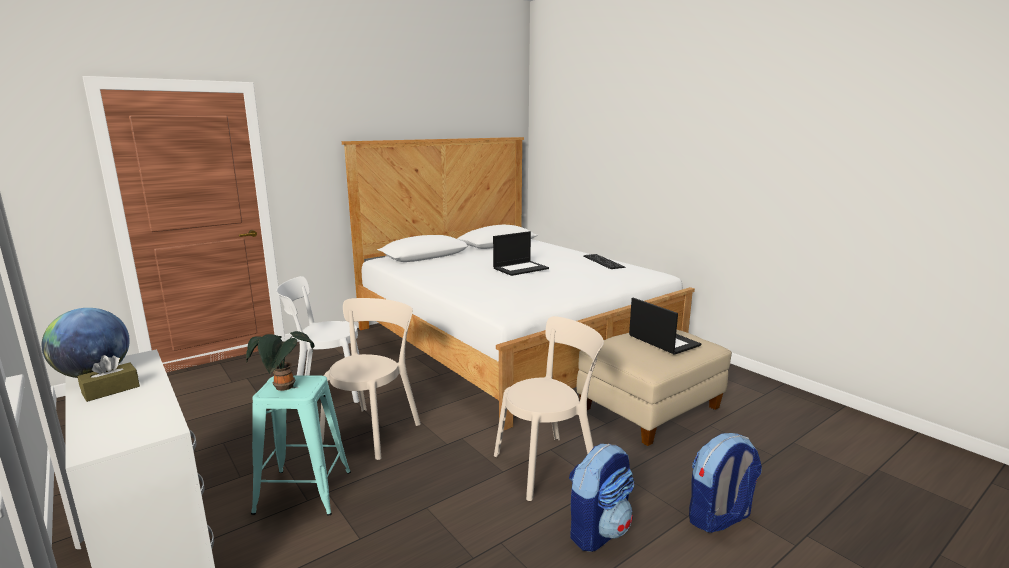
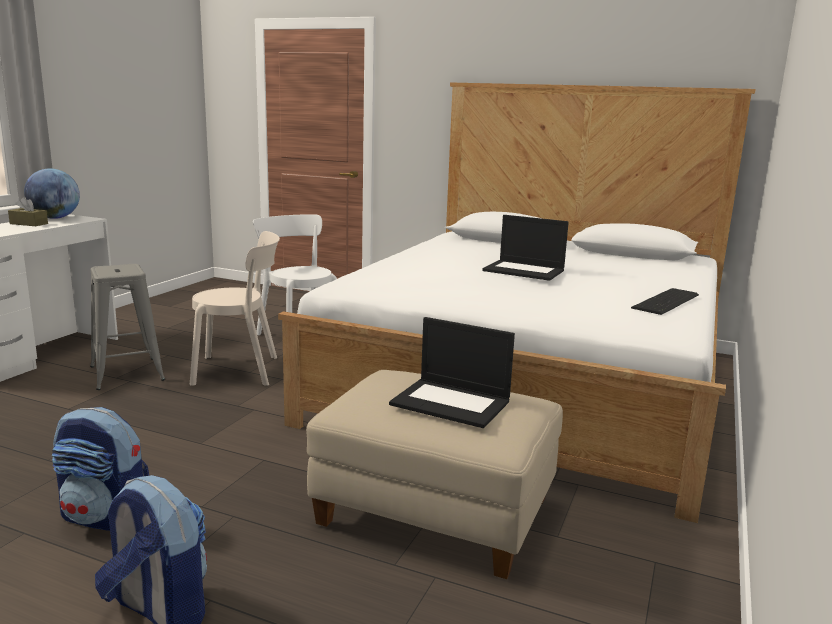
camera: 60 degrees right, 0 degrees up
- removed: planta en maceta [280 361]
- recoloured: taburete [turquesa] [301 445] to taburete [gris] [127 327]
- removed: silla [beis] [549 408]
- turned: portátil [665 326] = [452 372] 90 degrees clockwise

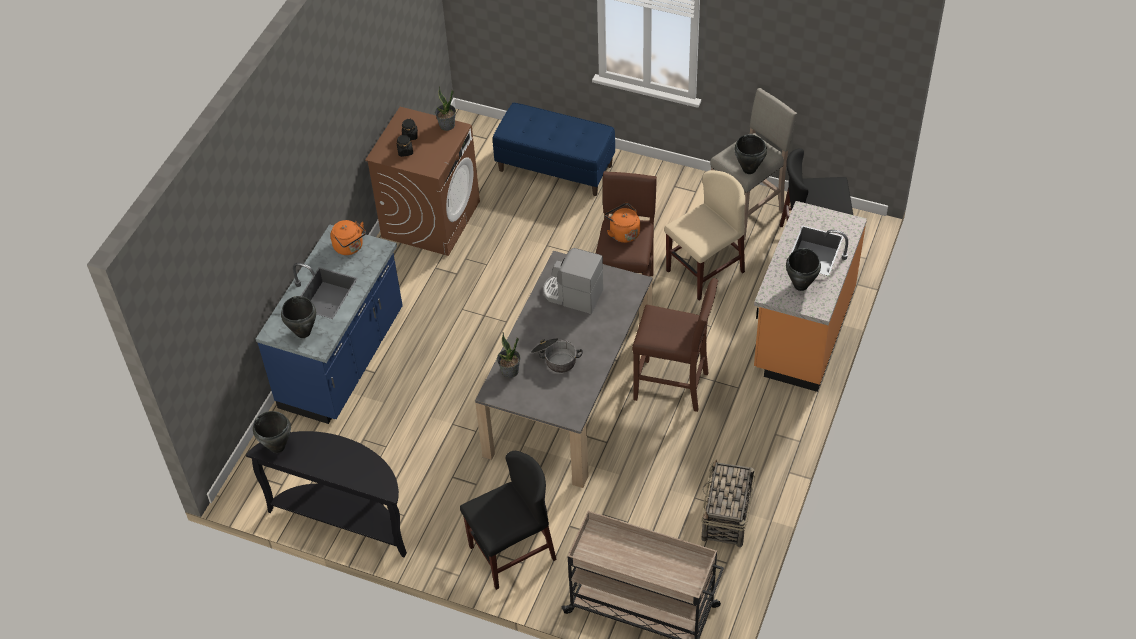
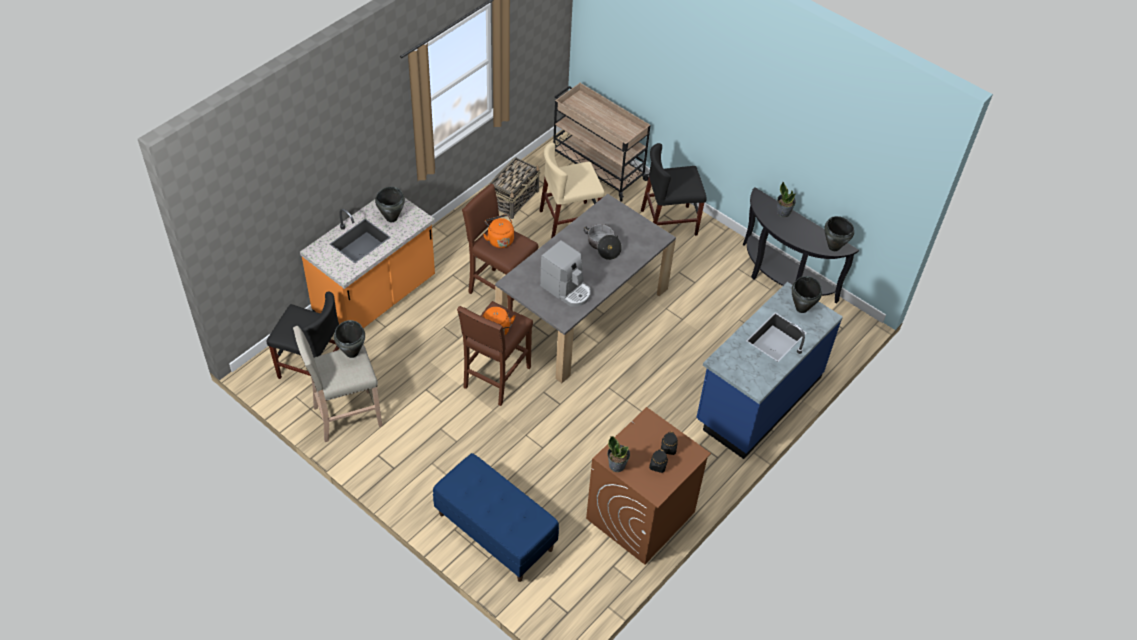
camera: 165 degrees left, 0 degrees up
- moved: hervidor [naranja] [348 237] to [498 231]
- moved: planta en maceta [509 355] to [786 199]
- moved: silla [beis] [704 235] to [572 190]

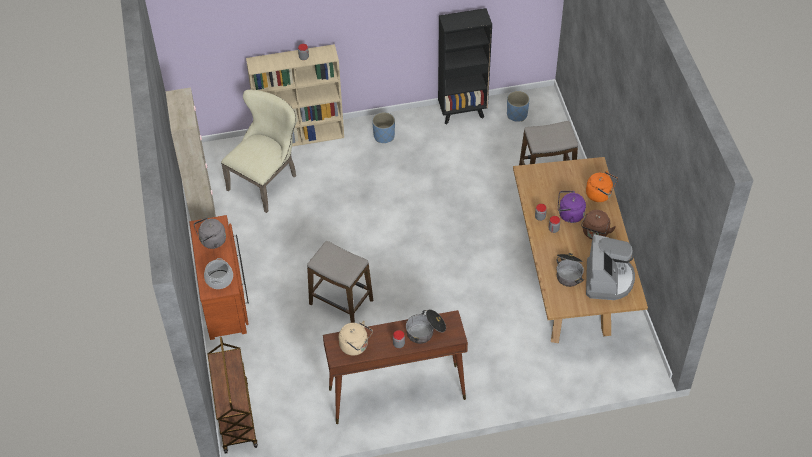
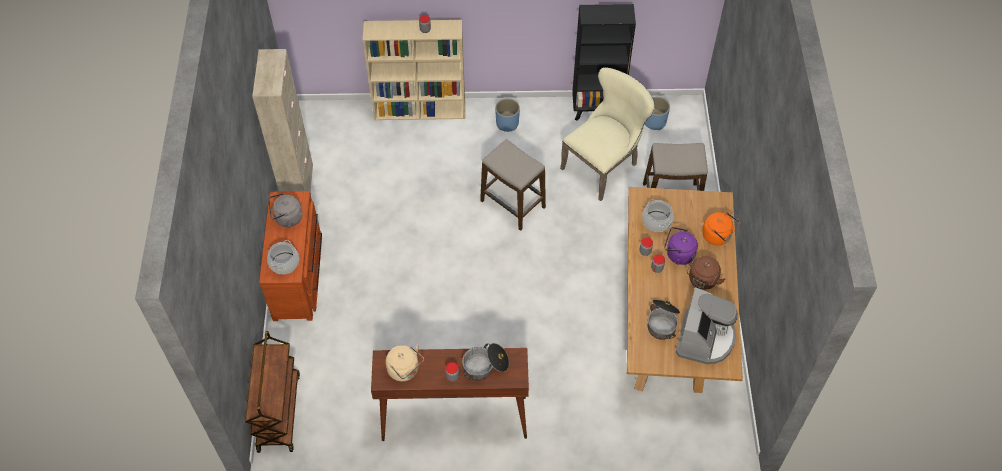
camera: 10 degrees right, 5 degrees up
- moved: silla [beis] [259 151] to [607 134]
- moved: taburete [340 282] to [513 185]
- added: olla [658 215]

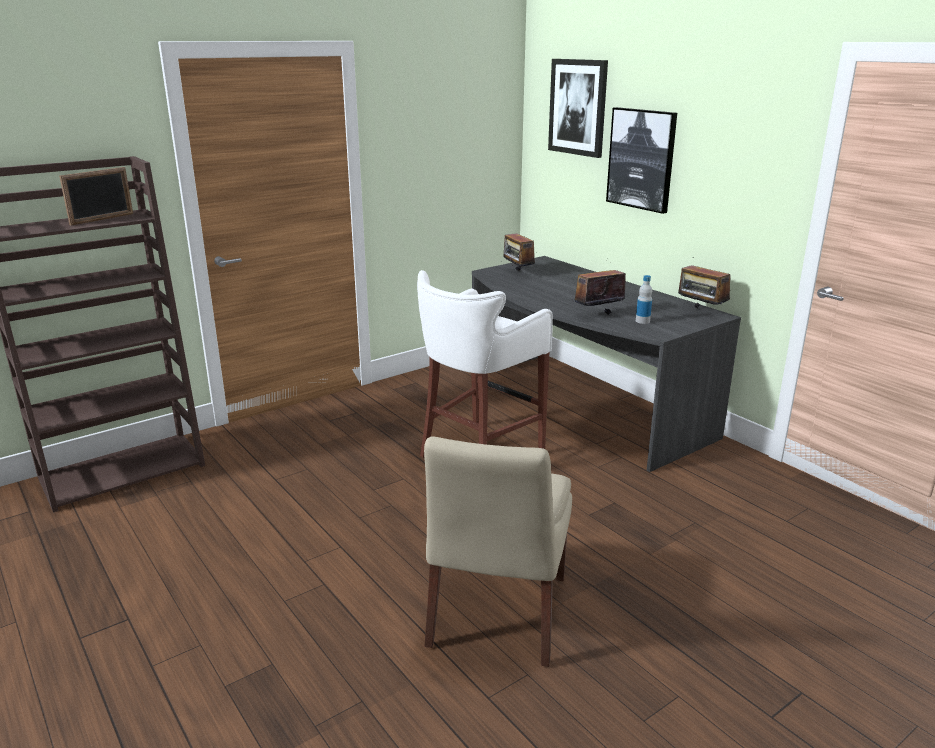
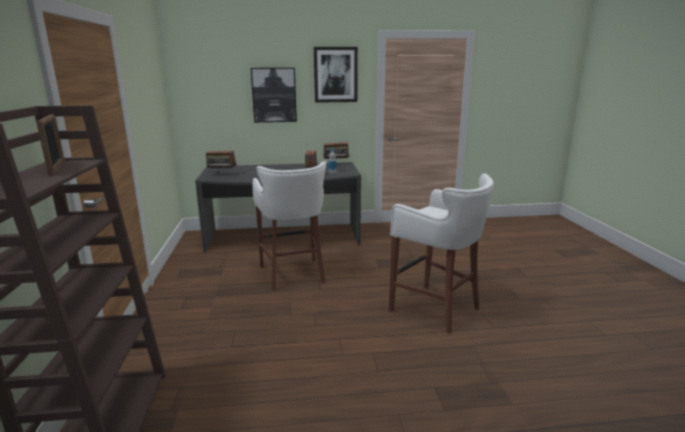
camera: 60 degrees left, 5 degrees down
- replaced: silla [beis] [498 551] to taburete [blanco] [441 253]
- moved: cuadro [578 108] to [336 75]

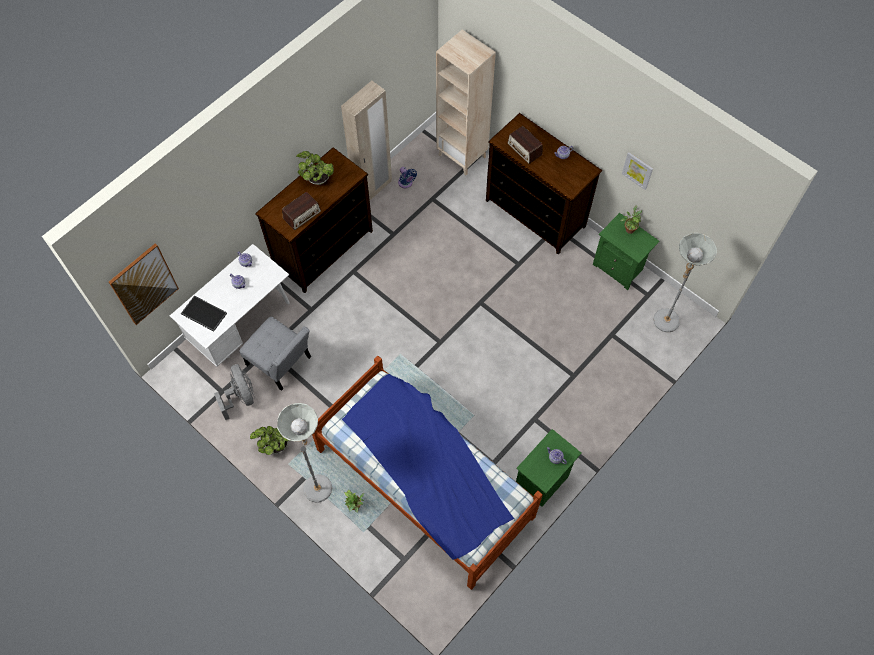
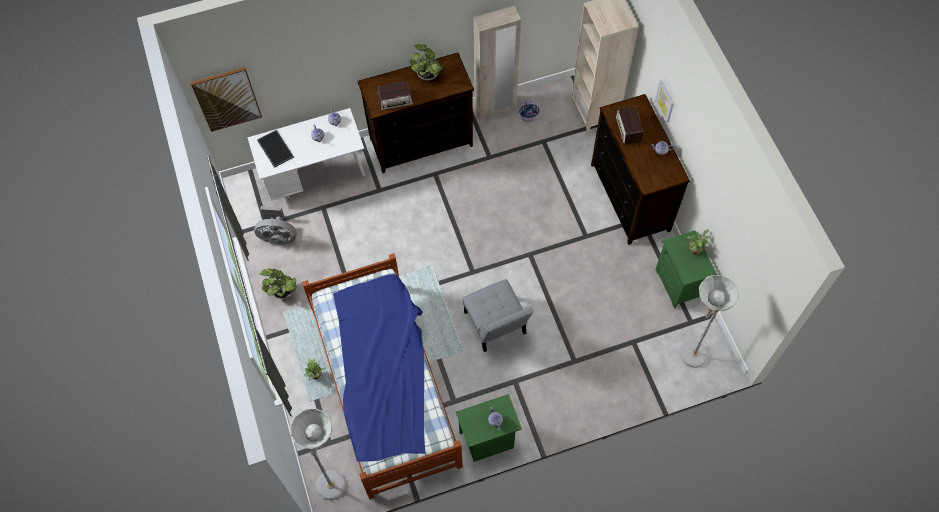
camera: 30 degrees right, 0 degrees up
- turned: ventilador [gris] [234 392] = [275 225] 90 degrees clockwise
- moved: silla [gris] [275 354] to [498 315]
- moved: lámpara de pie [gris] [304 453] to [318 454]
- moved: cuadro [637 171] to [664 102]

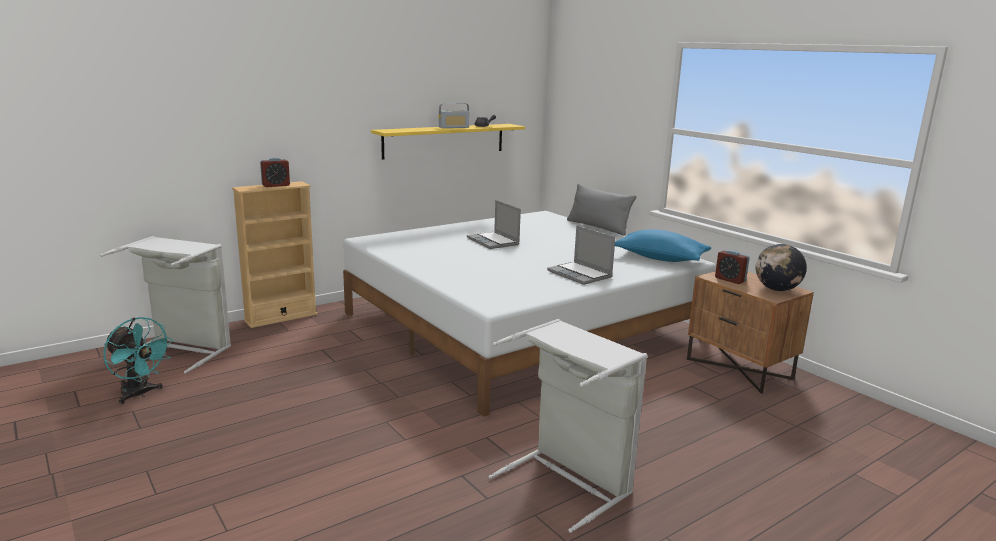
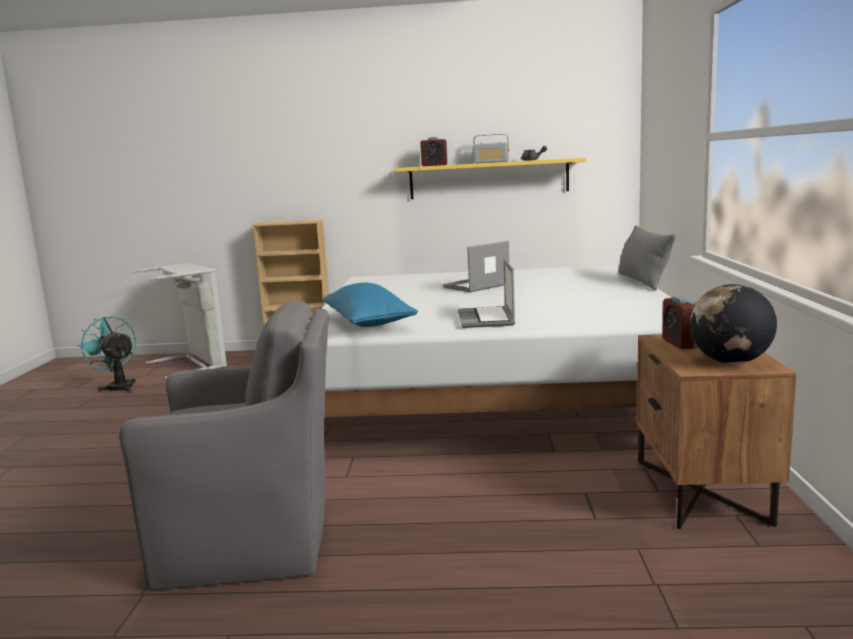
camera: 40 degrees right, 5 degrees down
- turned: ventilador [turquesa] [138 360] = [107 354] 150 degrees clockwise
- moved: despertador [275 172] to [434 151]
- turned: portátil [494 224] = [476 266] 45 degrees clockwise
- replaced: cesto de la ropa [gris] [568 426] to sillón [gris] [223 445]
- moved: cojín [azul] [663 245] to [370 305]

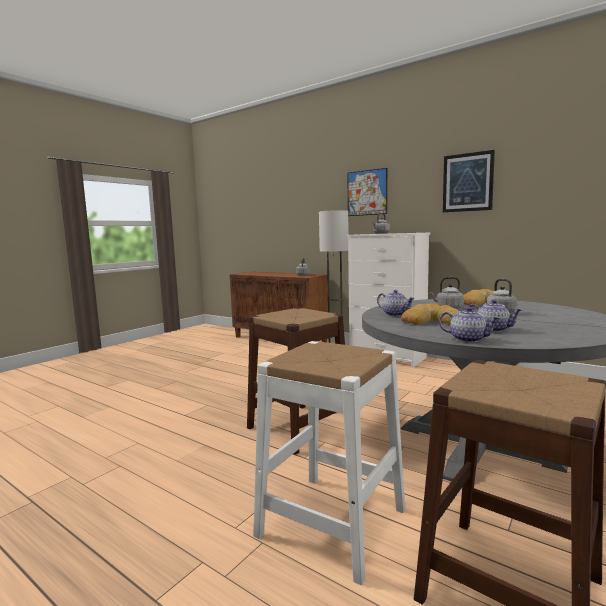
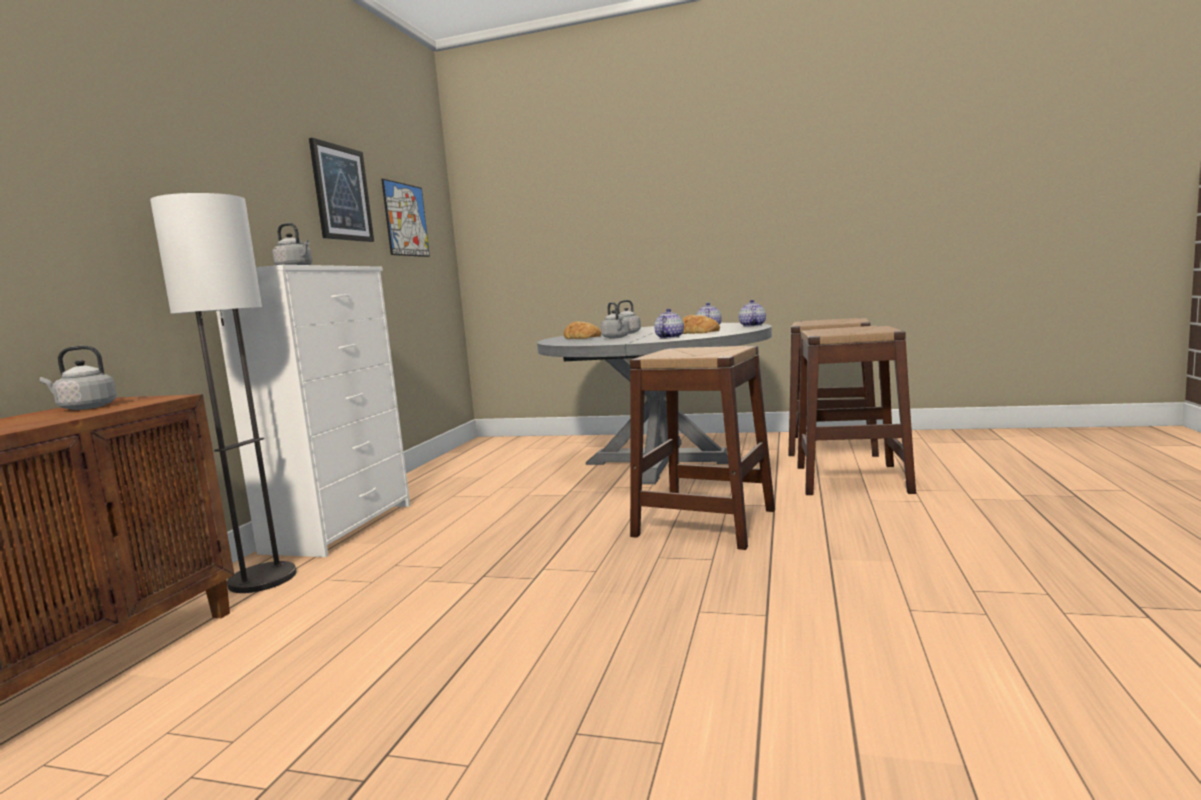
camera: 110 degrees left, 0 degrees up
- recoloured: taburete [blanco] [329 463] to taburete [marrón] [856 410]
- moved: cuadro [367 192] to [405 218]

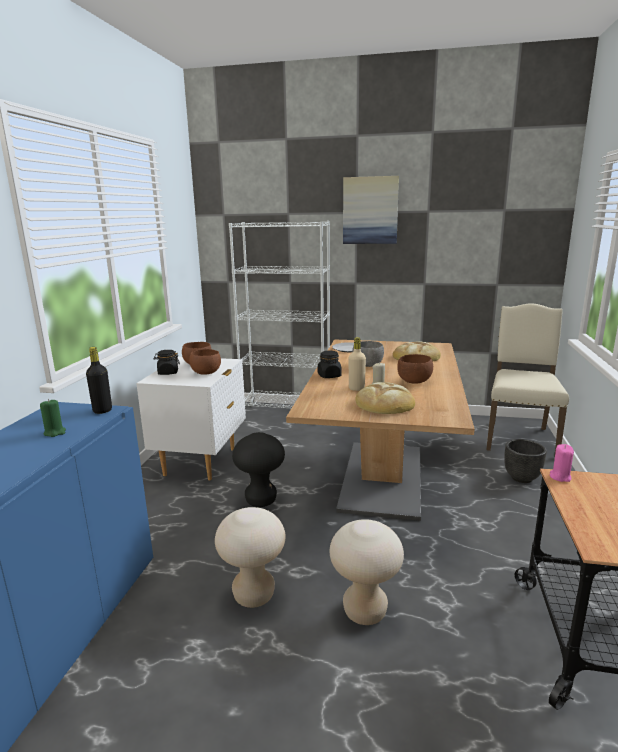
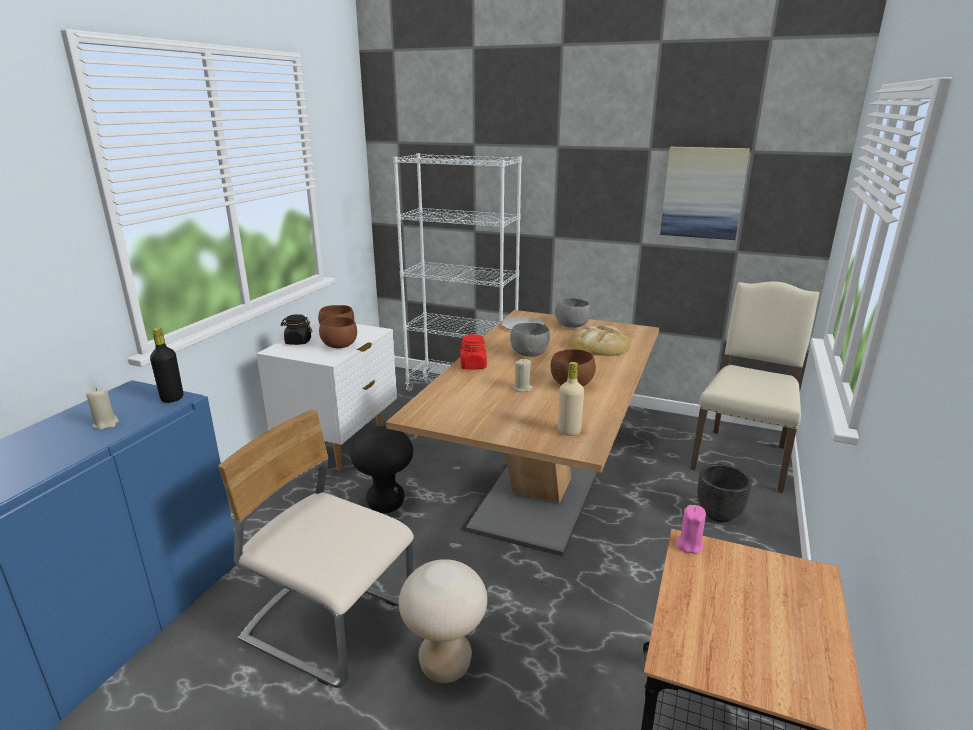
camera: 10 degrees right, 5 degrees up
- recoloured: vela [verde] [53 418] to vela [beis] [102 409]
- replaced: taburete [beis] [250 557] to silla [beis] [316 549]
- recoloured: tarro [negro] [330 364] to tarro [rojo] [473 352]
- moved: cuadro [371 210] to [705 193]
- moved: botella [beis] [357 364] to [571 399]
- removed: pan [385 398]
- added: cuenco [gris] [573 313]

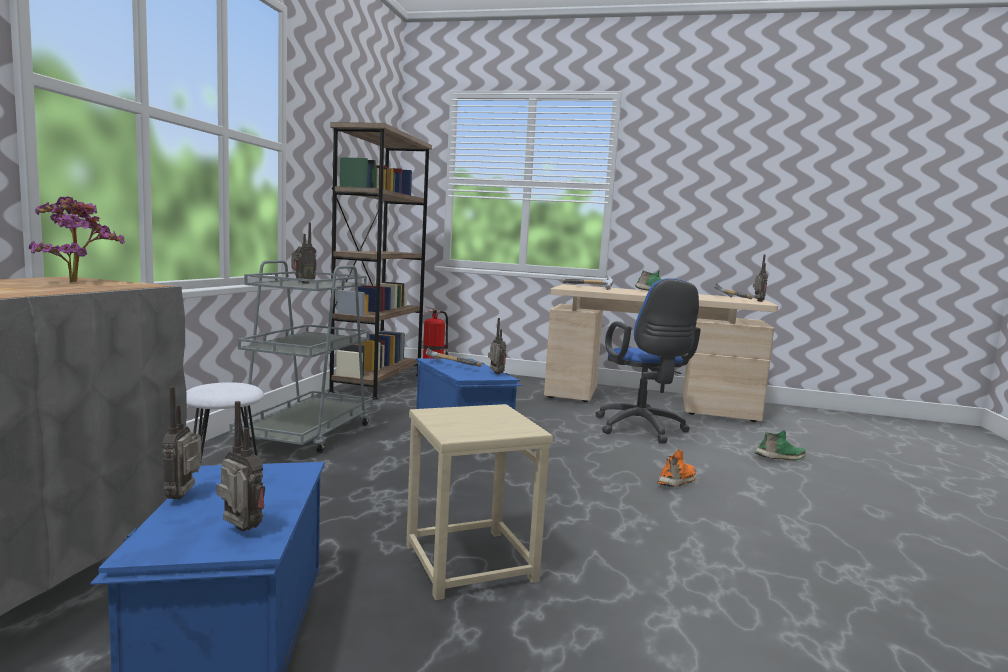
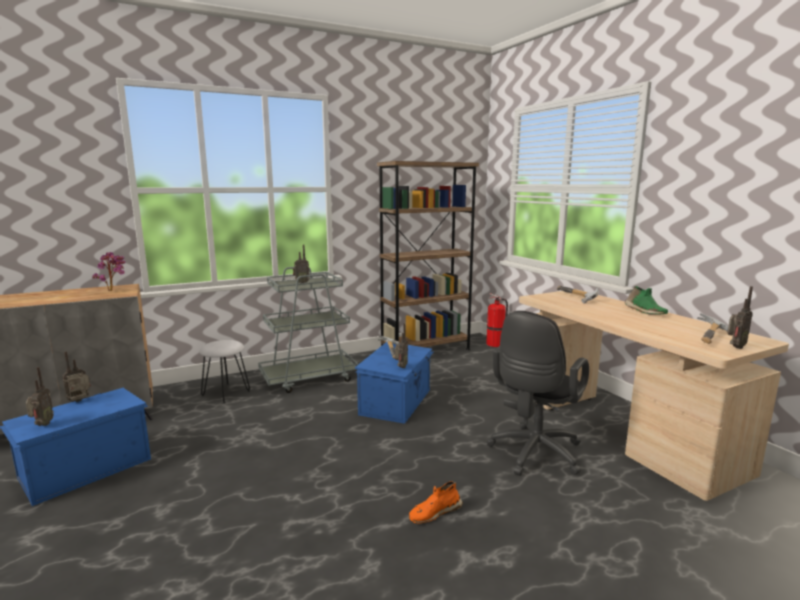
camera: 50 degrees right, 5 degrees up
- removed: taburete [beis] [479 502]
- recoloured: silla de oficina [azul] [648 360] to silla de oficina [negro] [538 393]
- turned: zapato [naranja] [676 468] = [436 502] 150 degrees clockwise
- removed: zapato [verde] [780 445]

